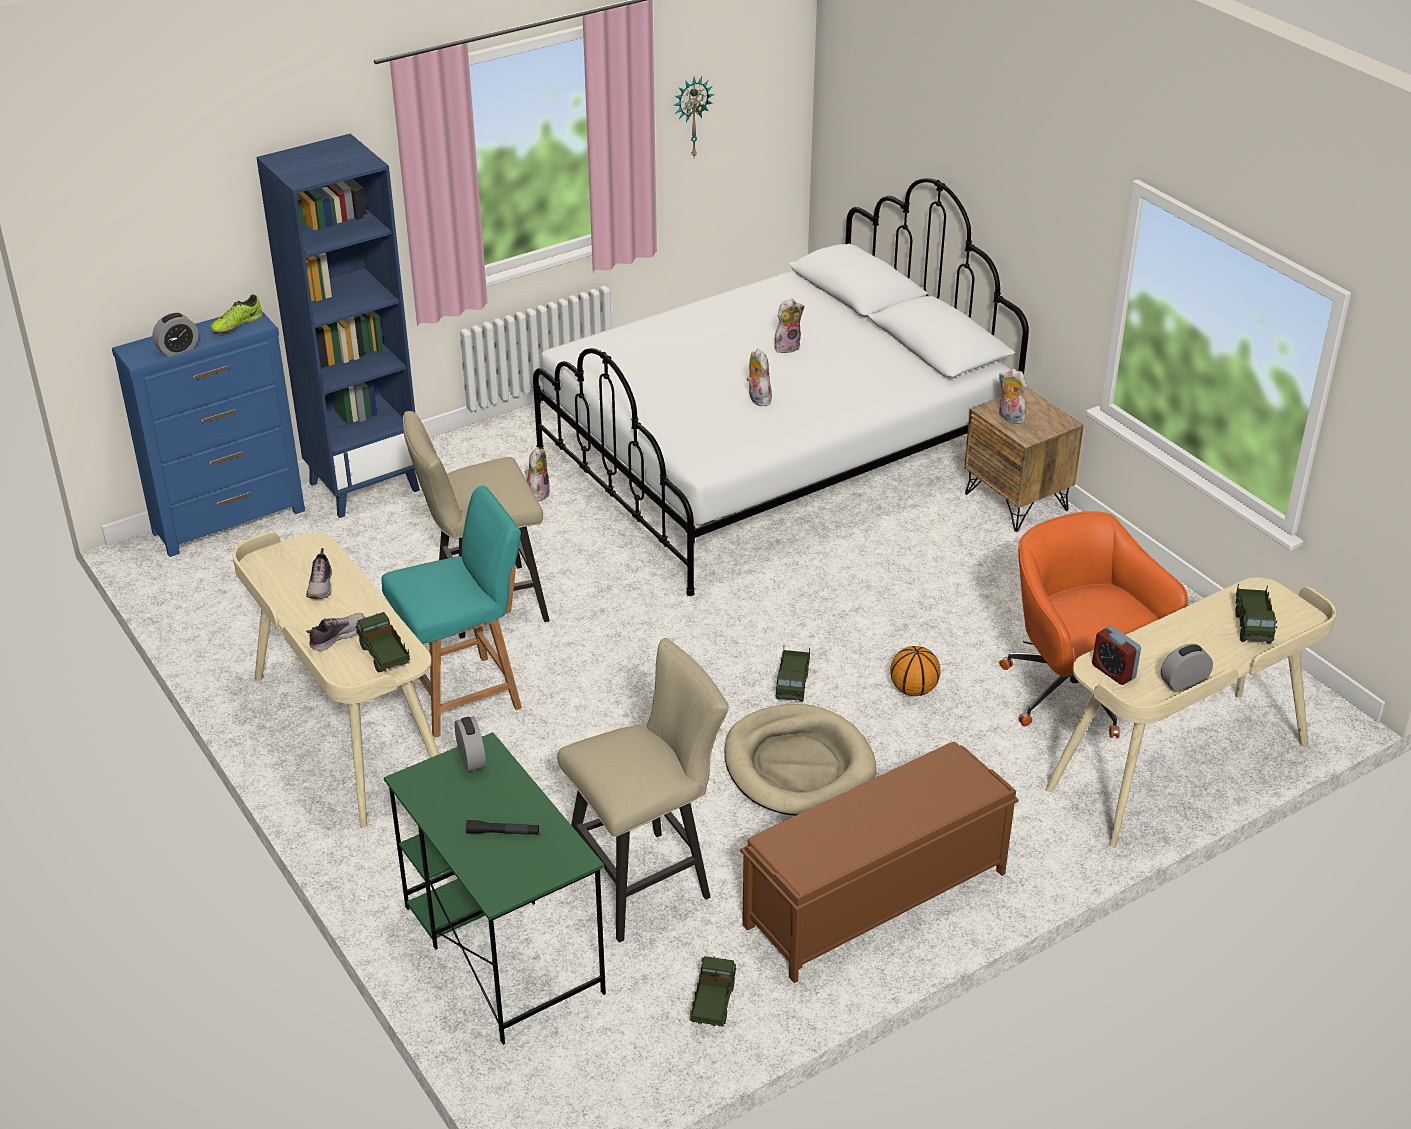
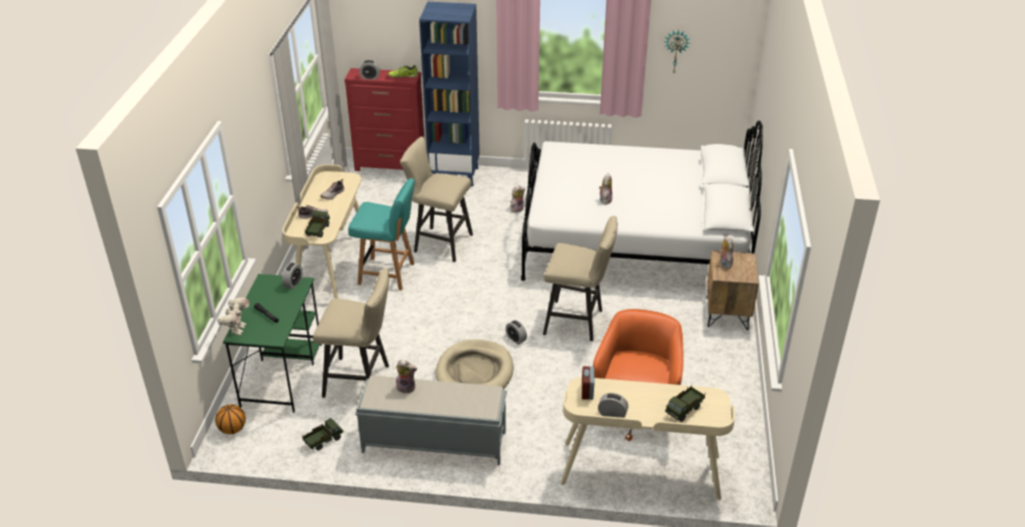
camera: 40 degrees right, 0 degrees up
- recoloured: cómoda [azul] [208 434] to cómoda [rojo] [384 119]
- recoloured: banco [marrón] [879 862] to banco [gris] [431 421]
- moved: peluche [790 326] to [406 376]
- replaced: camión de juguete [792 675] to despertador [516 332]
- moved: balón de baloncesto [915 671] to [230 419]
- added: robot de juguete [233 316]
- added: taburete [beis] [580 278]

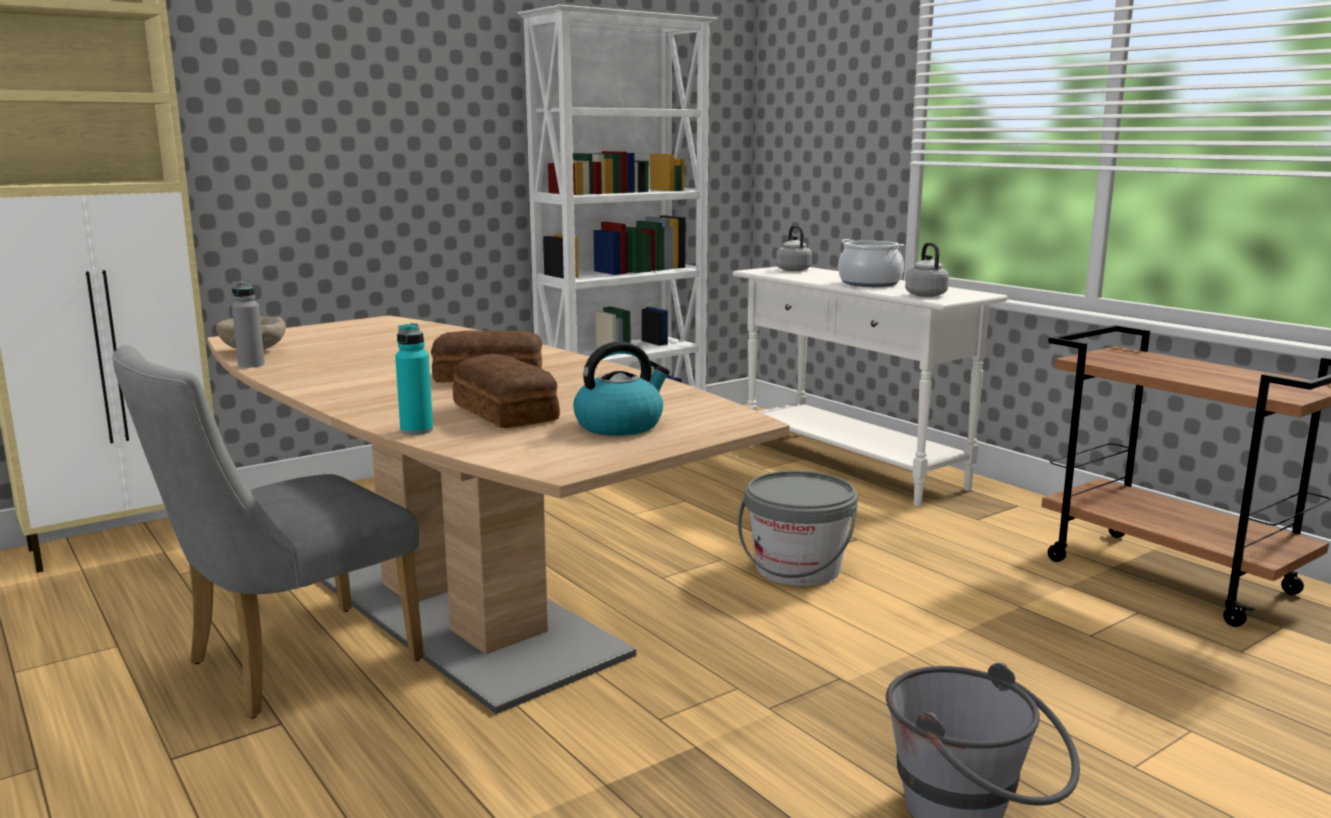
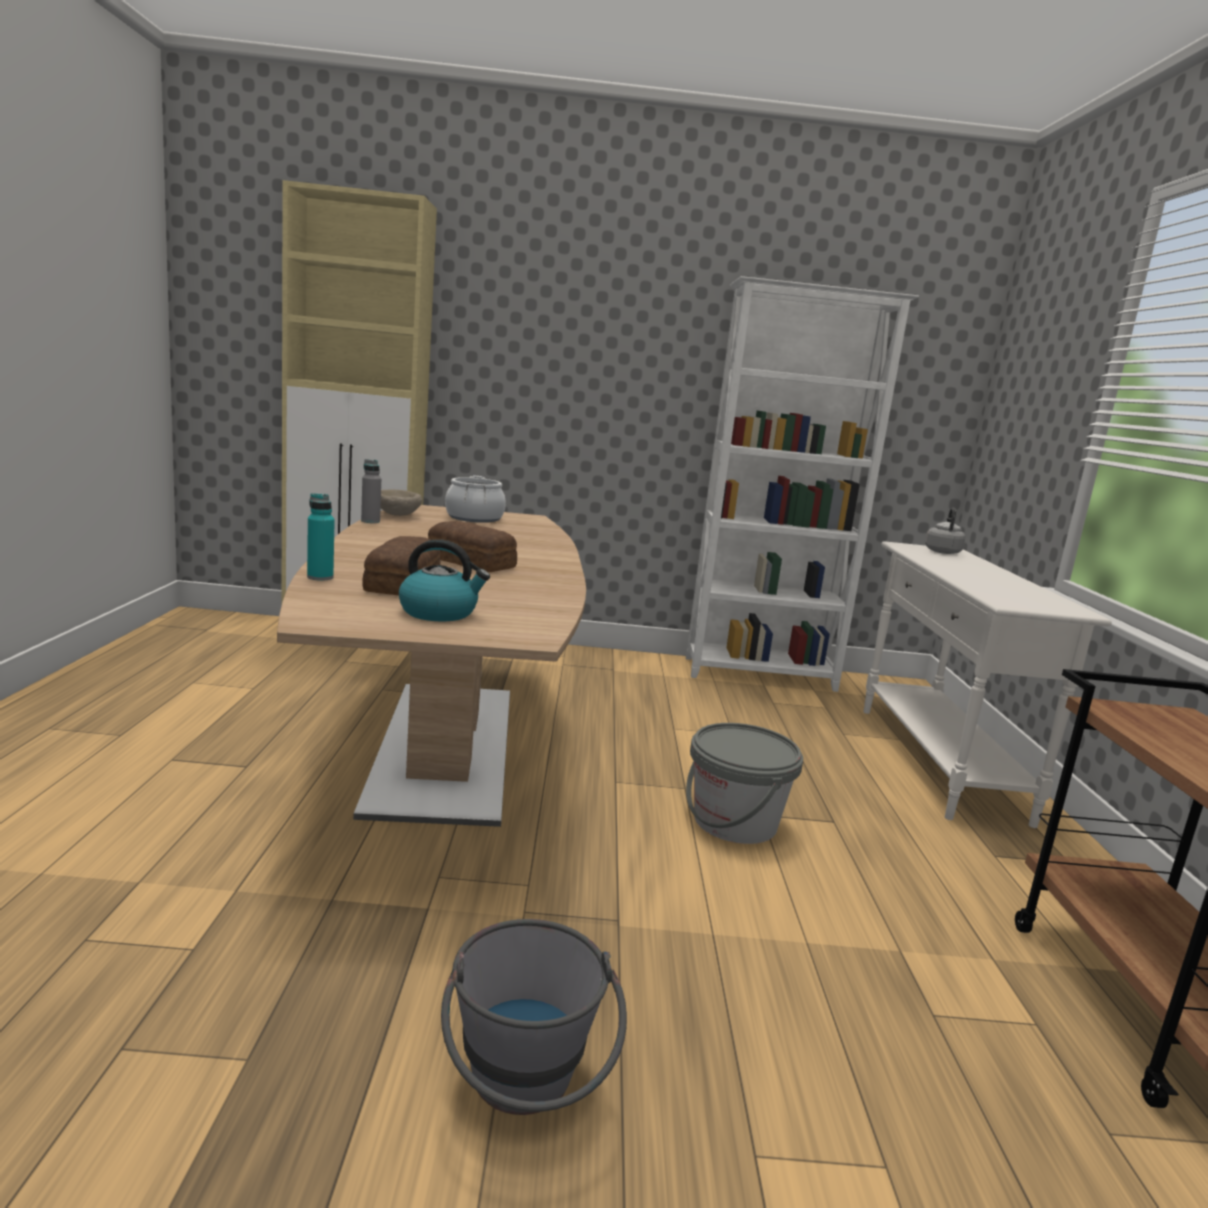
camera: 35 degrees right, 0 degrees up
- removed: silla [gris] [268 532]
- moved: olla [871 263] to [475 499]
- removed: hervidor [gris] [927 270]

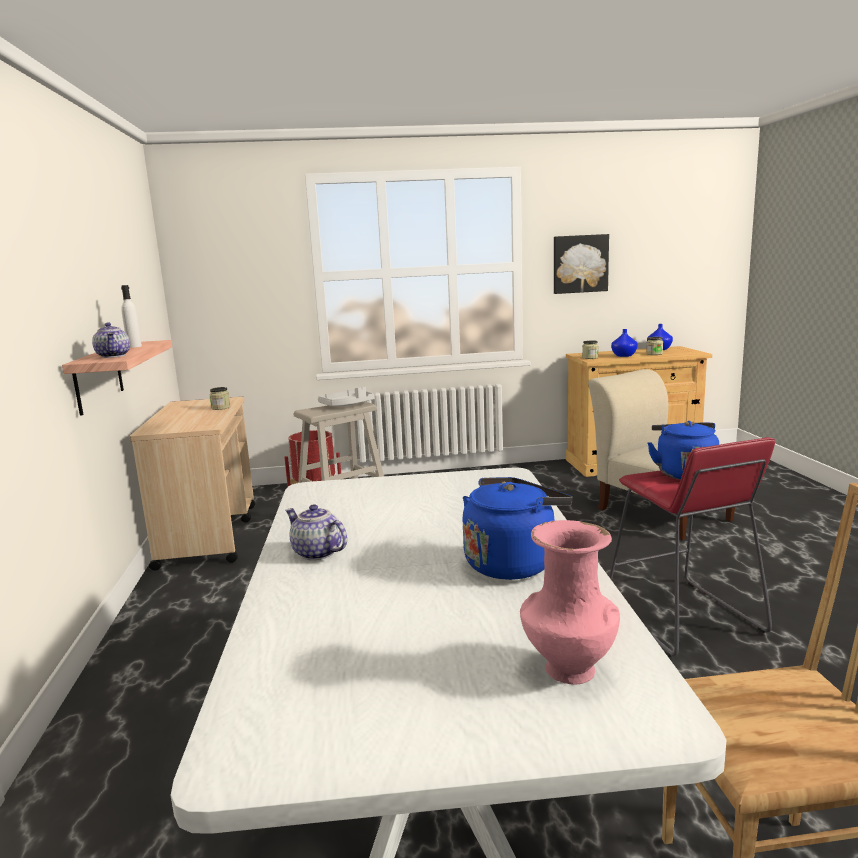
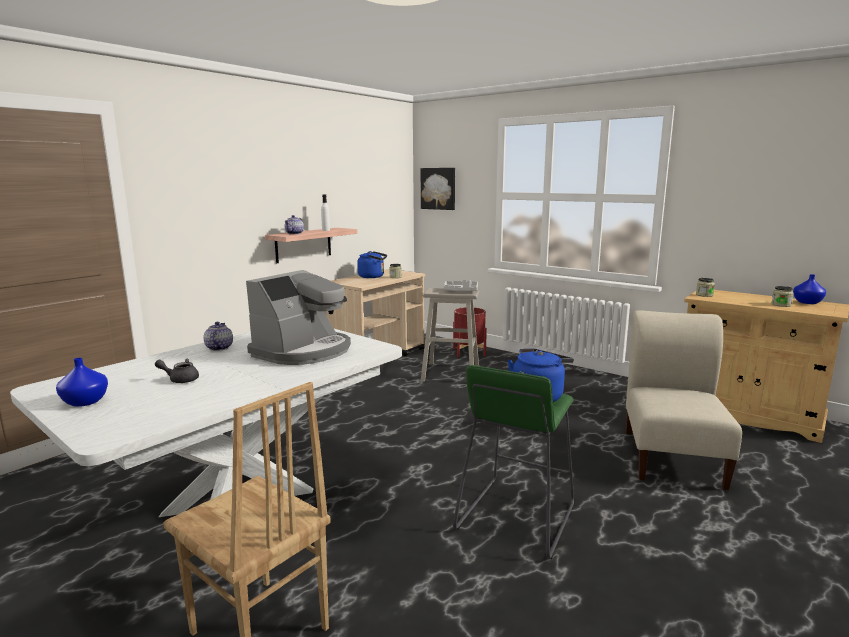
camera: 45 degrees right, 0 degrees up
- moved: hervidor [azul] [517 528] to [372 264]
- removed: florero [rosa] [570 602]
- moved: cuadro [581 264] to [438 189]
- recoloured: taburete [rojo] [692 547] to taburete [verde] [513 462]
- moved: florero [azul] [624 343] to [82 382]
- added: tetera [gris] [177 371]
- added: cafetera [298 317]

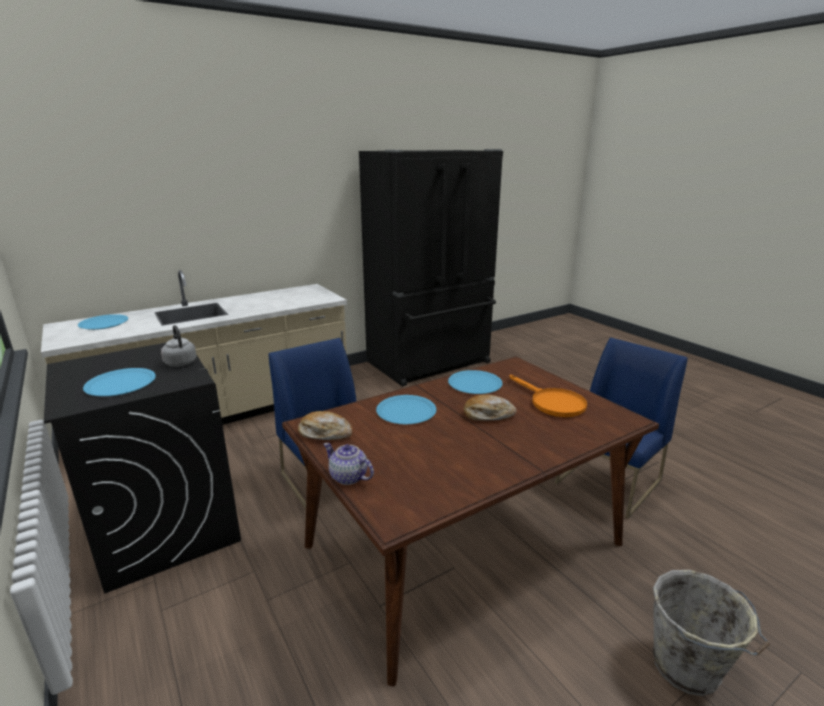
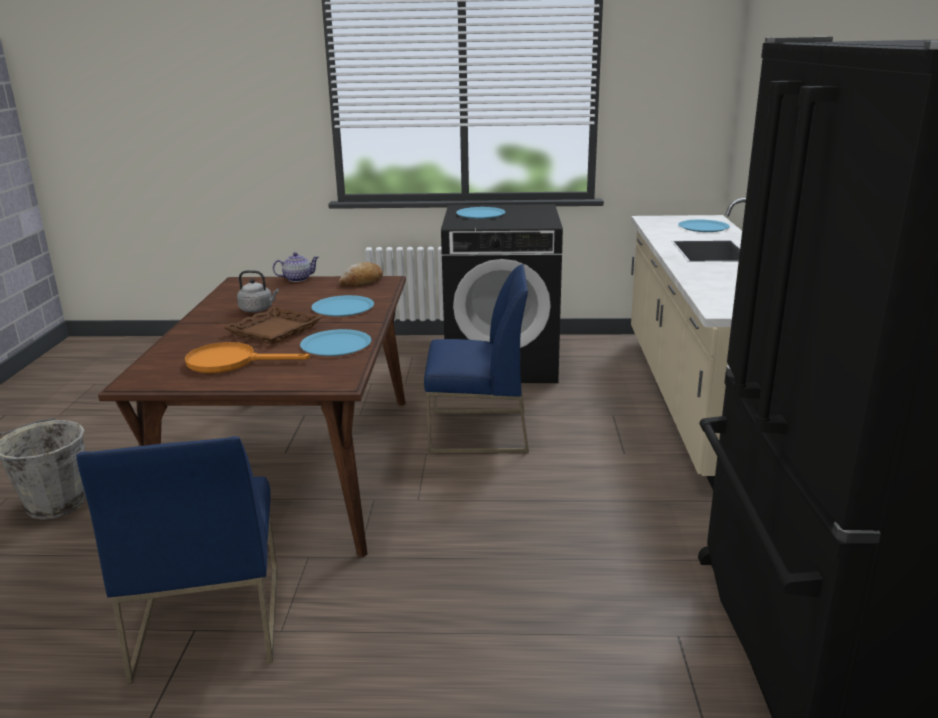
camera: 125 degrees right, 0 degrees up
- moved: hervidor [gris] [179 346] to [258 291]
- replaced: pan [490 408] to bandeja [marrón] [272 325]

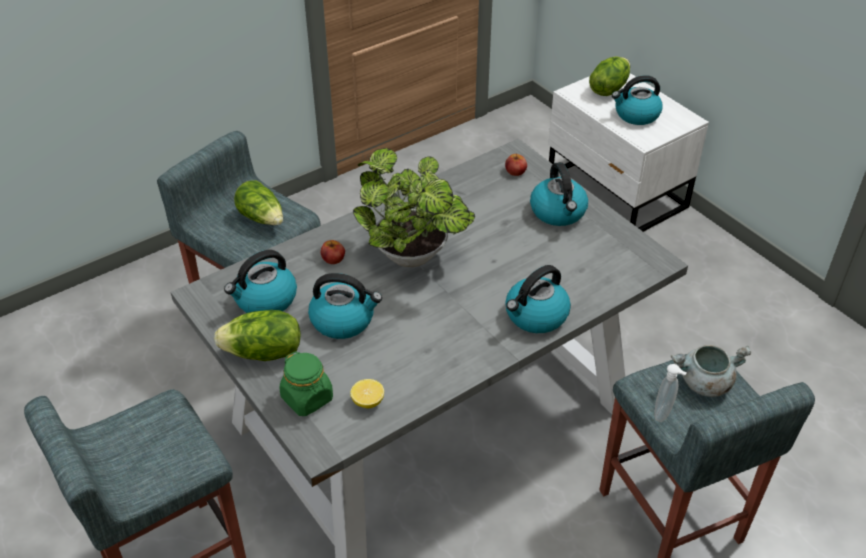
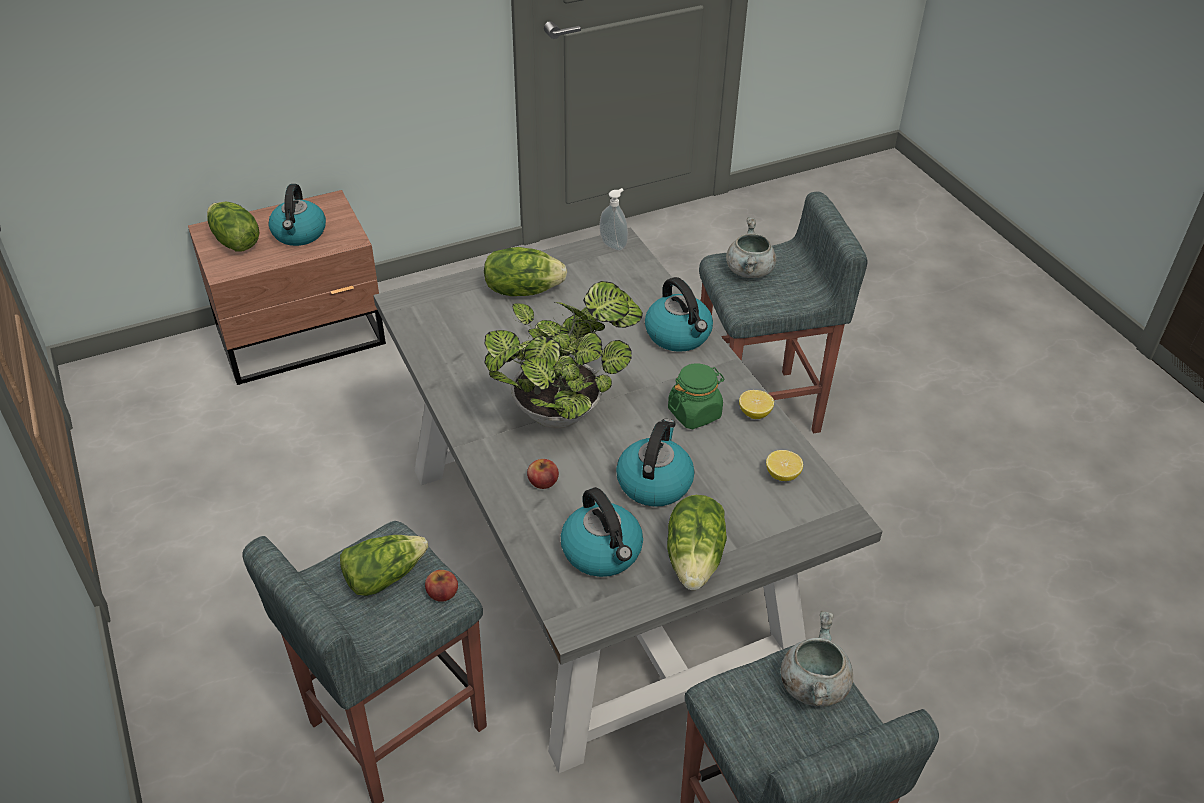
camera: 80 degrees left, 0 degrees up
- moved: tarro [verde] [306 383] to [696 396]
- moved: manzana [516 164] to [441 586]
- replaced: hervidor [559 194] to lechuga [525 271]
- recoloured: mesita de noche [blanco] [628 152] to mesita de noche [marrón] [287 287]
- moved: dispensador de jabón [670 393] to [614 219]
- added: limón [756 404]
- added: olla [gris] [817 658]

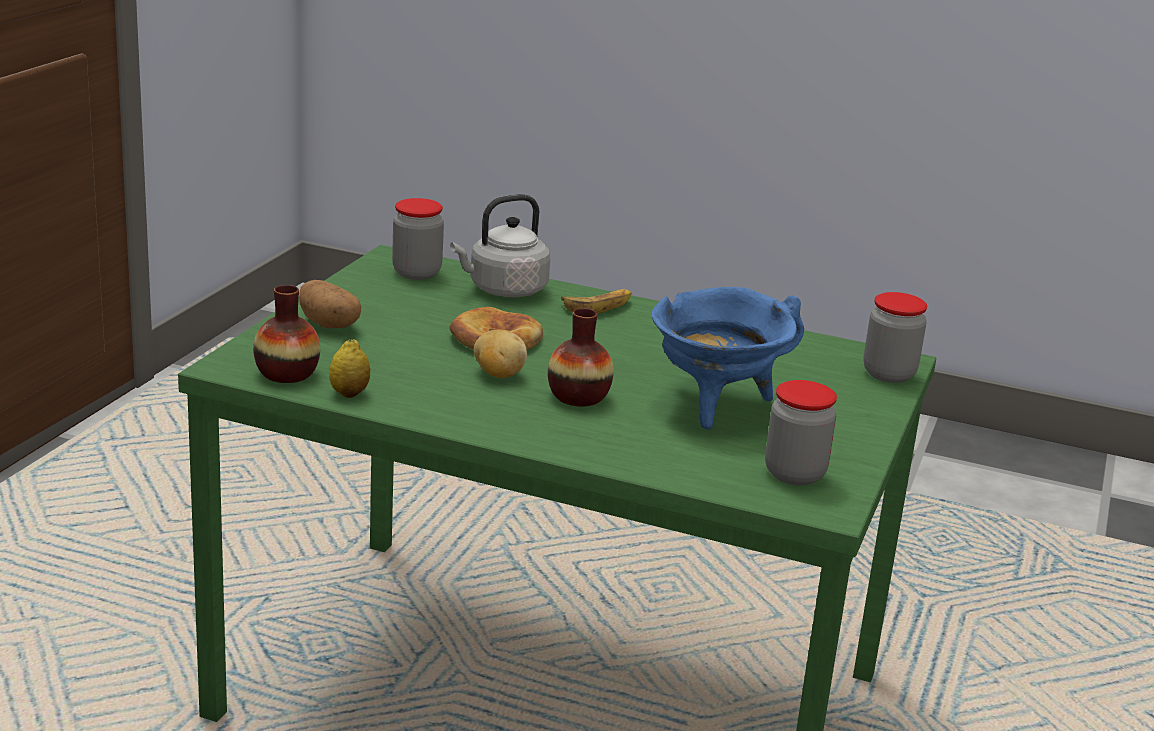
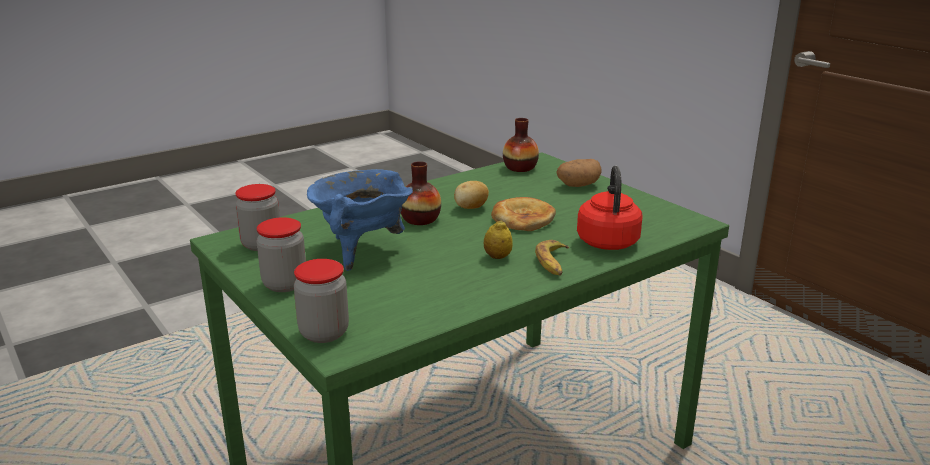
camera: 125 degrees right, 0 degrees up
- moved: limón [349 368] to [498 239]
- moved: tarro [418 239] to [281 254]
- recoloured: hervidor [gris] [500 245] to hervidor [rojo] [610 208]

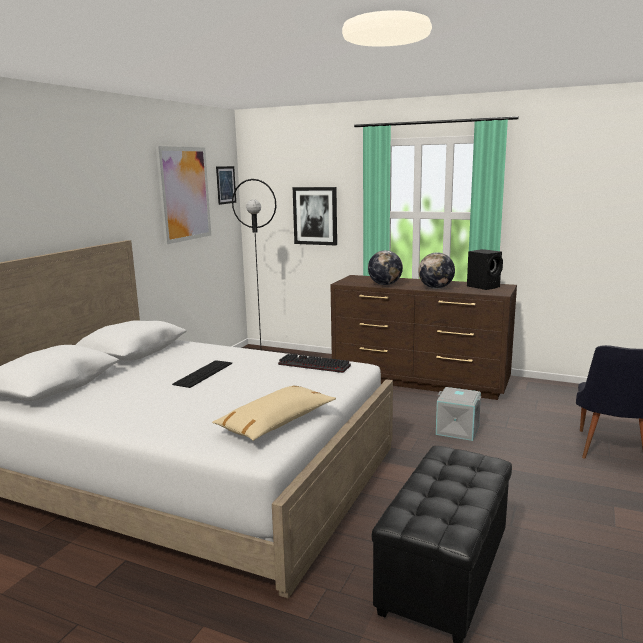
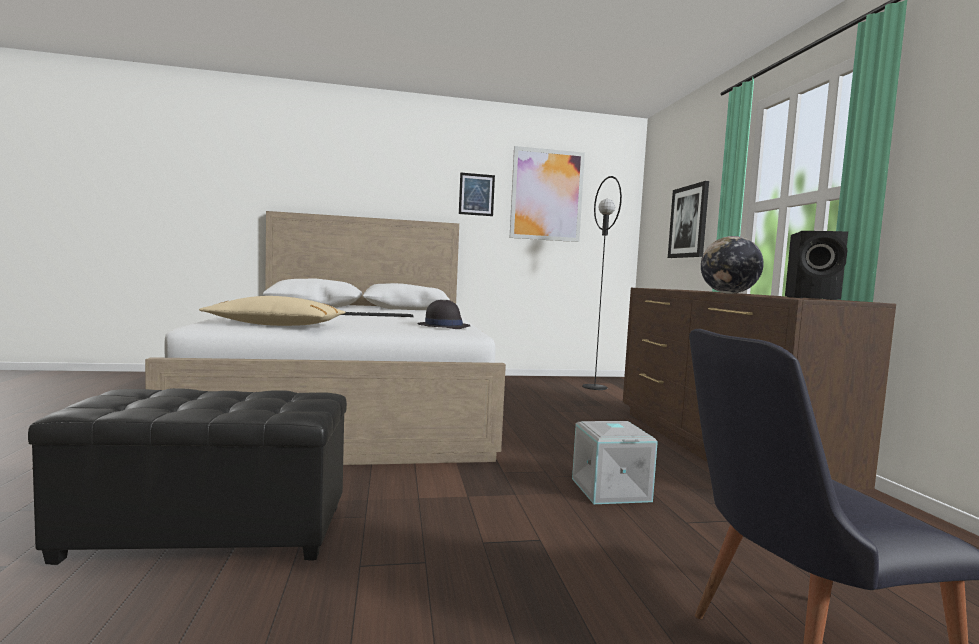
camera: 55 degrees right, 10 degrees down
- moved: cuadro [226 185] to [477 194]
- replaced: teclado [314 363] to sombrero [negro] [444 314]
- removed: globo terráqueo [385 267]

